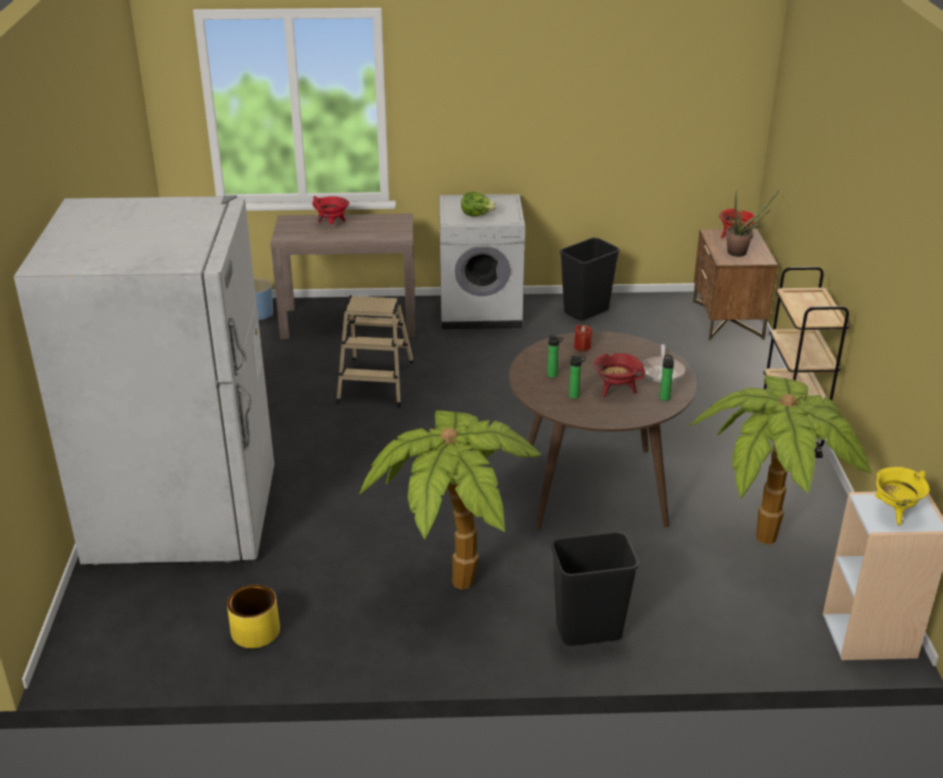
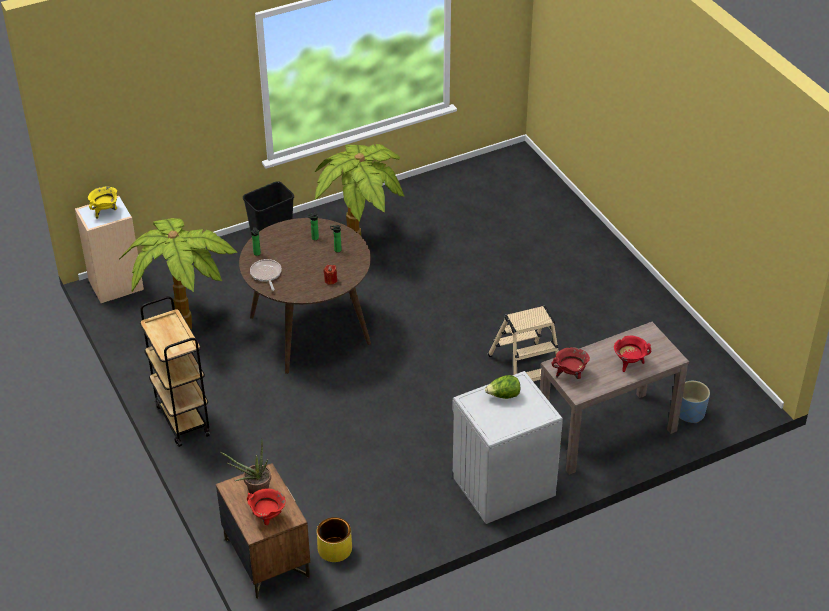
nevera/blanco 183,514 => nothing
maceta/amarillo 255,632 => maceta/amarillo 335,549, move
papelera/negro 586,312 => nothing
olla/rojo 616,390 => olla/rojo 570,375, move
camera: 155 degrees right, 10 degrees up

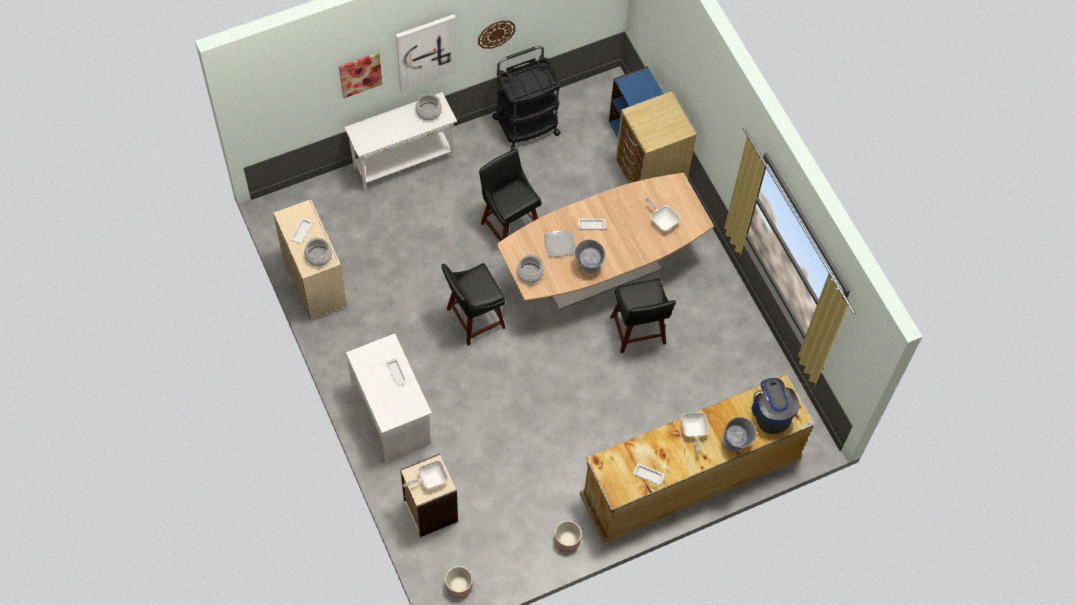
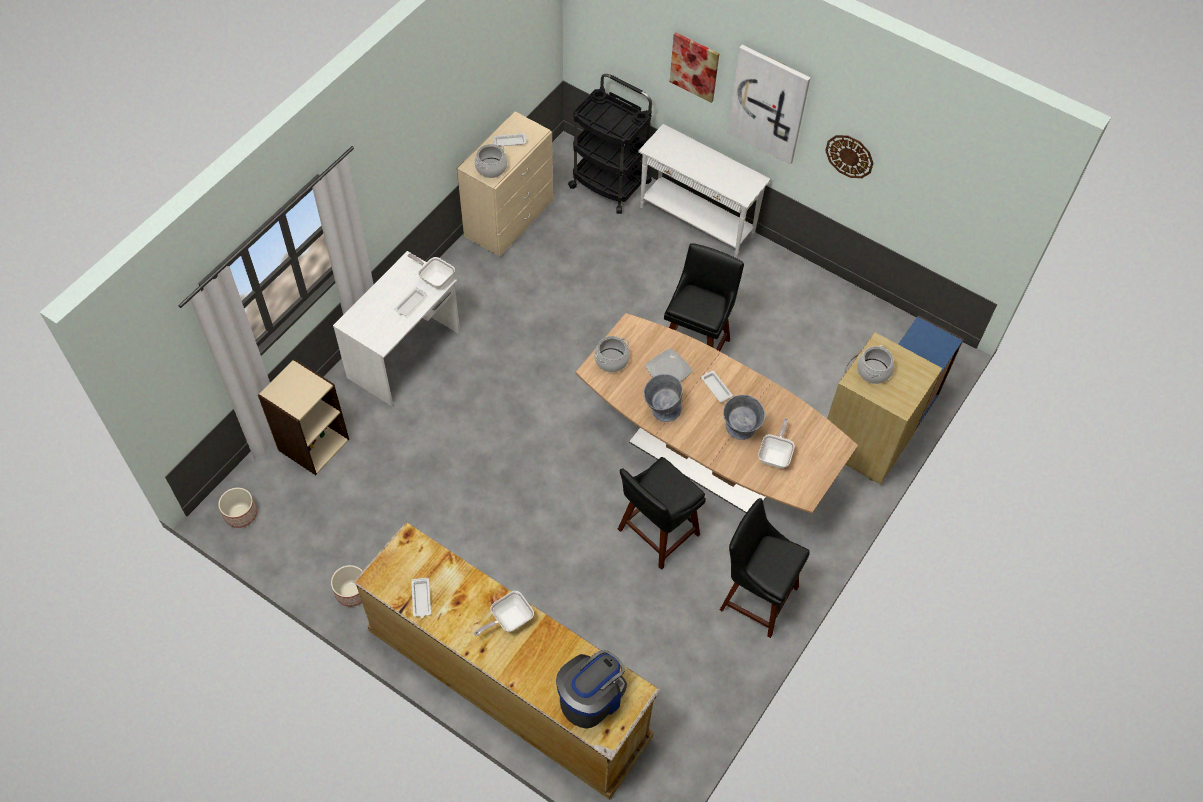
sartén 429,480 => sartén 434,278, move
olla 429,111 => olla 873,371, move
silla/negro 472,319 => silla/negro 755,596, move
carrito/negro 526,126 => carrito/negro 609,184, move
cuenco/gris 736,443 => cuenco/gris 739,432, move
camera: 60 degrees right, 5 degrees down

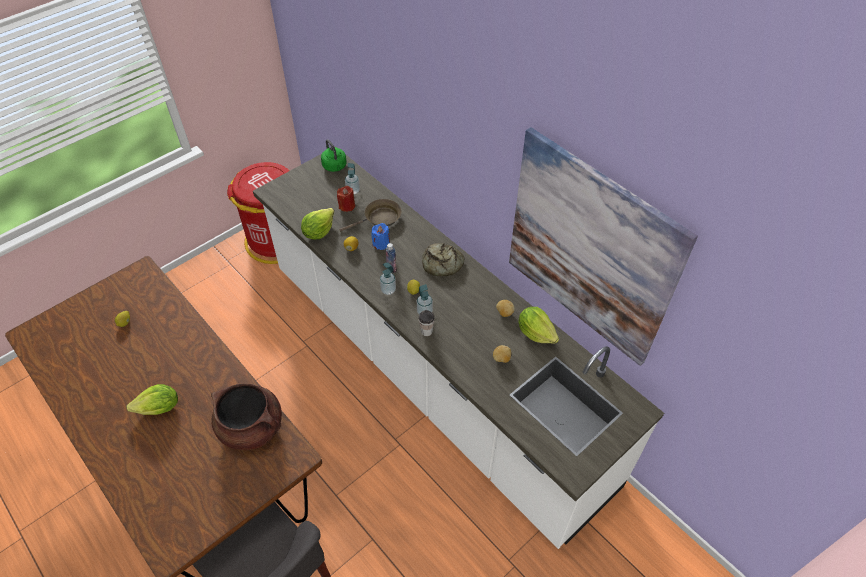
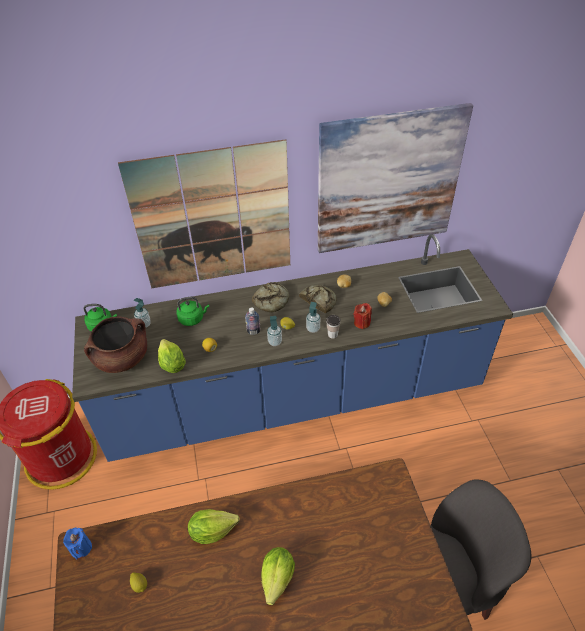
olla/marrón 252,428 => olla/marrón 122,358, move
mueble bajo de cocina/blanco 433,372 => mueble bajo de cocina/azul 294,398
vela/rojo 347,206 => vela/rojo 362,323, move
sartén/marrón 380,219 => hervidor/verde 192,319
vela/azul 381,243 => vela/azul 81,548, move
lechuga 536,333 => lechuga 212,531, move
nothing => cuadro 213,218
nothing => pan 318,300
camera: 60 degrees left, 5 degrees down

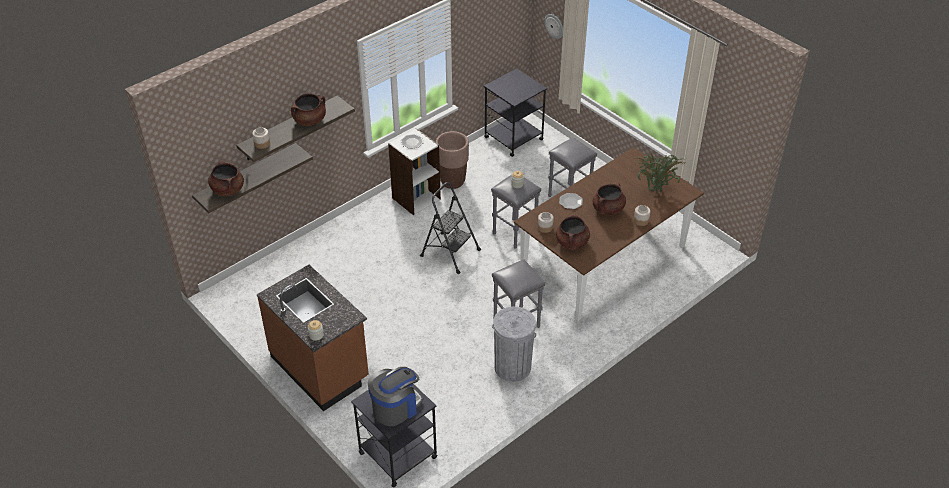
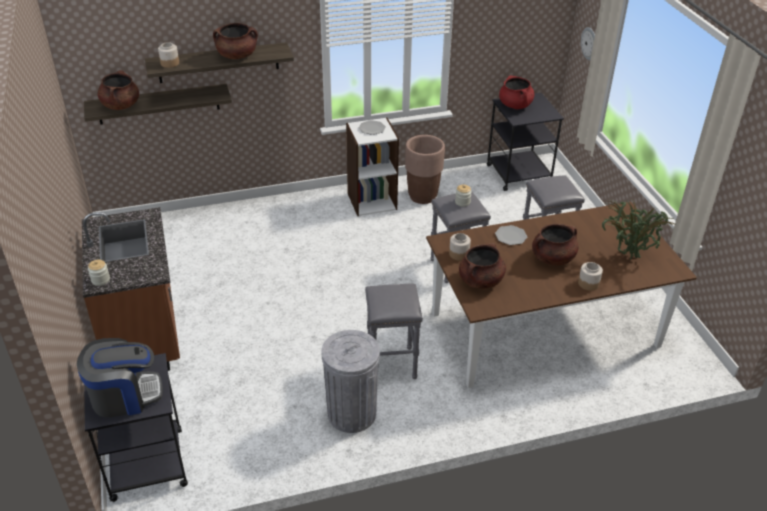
escalera de tijera/negro 449,251 => nothing
nothing => olla/rojo 515,105
camera: 25 degrees right, 5 degrees down

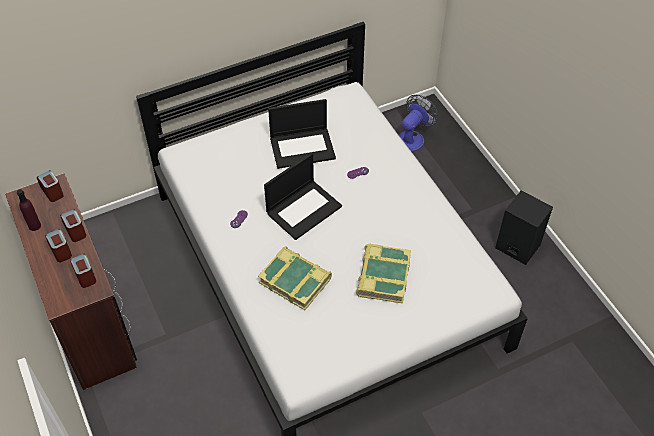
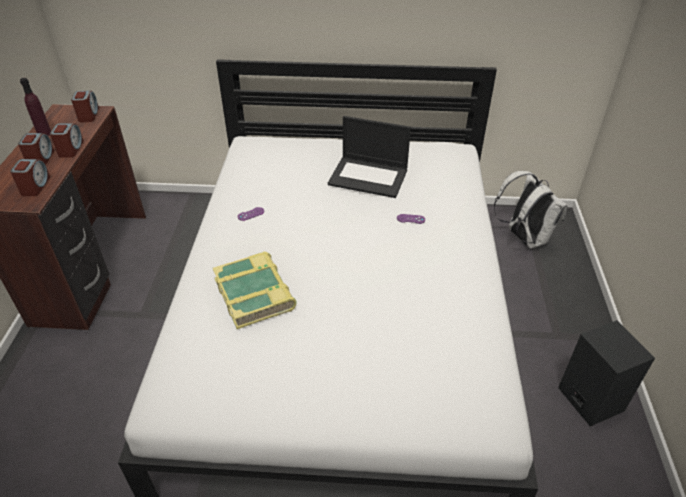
portátil 304,209 => nothing
libro 382,276 => nothing
ventilador 413,137 => mochila/blanco 523,238
camera: 30 degrees right, 10 degrees down

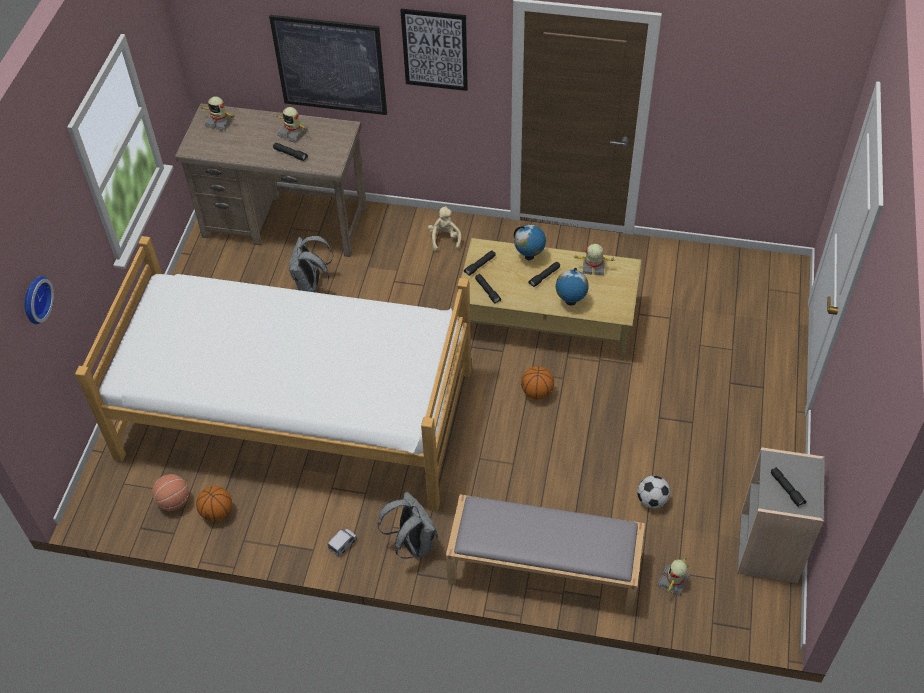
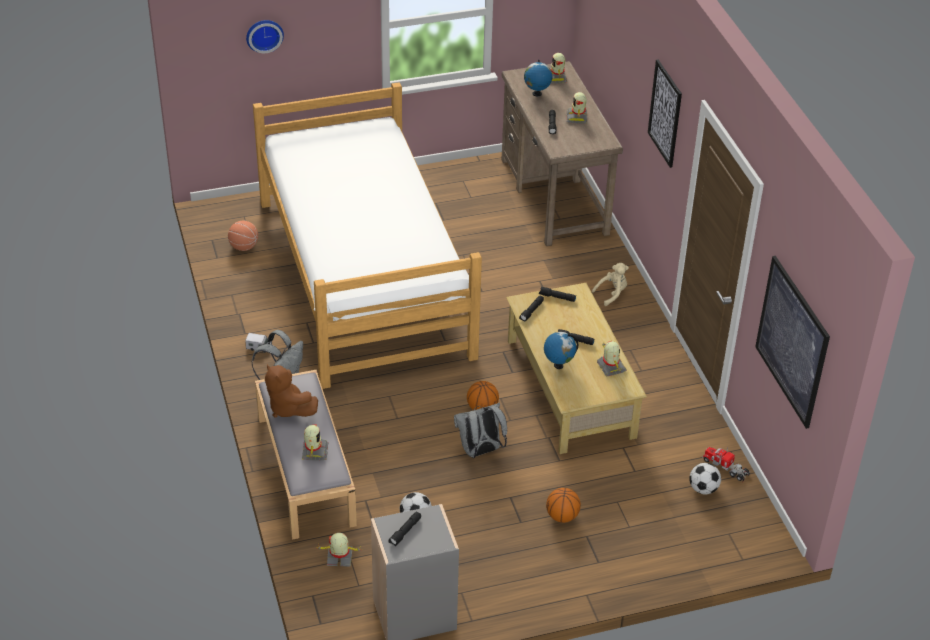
balón de baloncesto 217,512 => balón de baloncesto 562,516, move
cuadro 330,65 => cuadro 792,341, move
mochila/gris 311,284 => mochila/gris 480,451, move
globo terráqueo 529,256 => globo terráqueo 536,94, move
nothing => peluche/marrón 288,408
nothing => robot de juguete 314,451
nothing => balón de fútbol 703,489
nothing => camión de juguete 725,467
camera: 60 degrees right, 10 degrees down

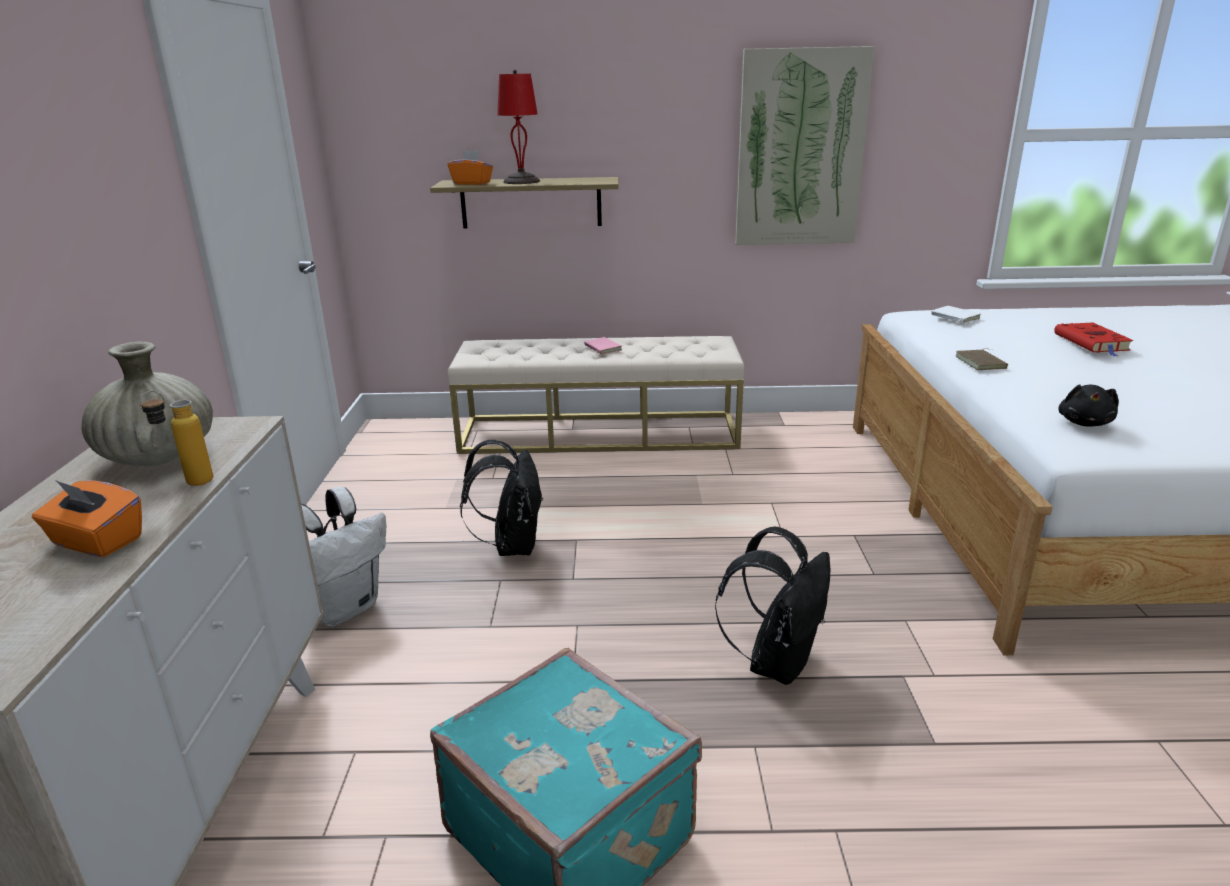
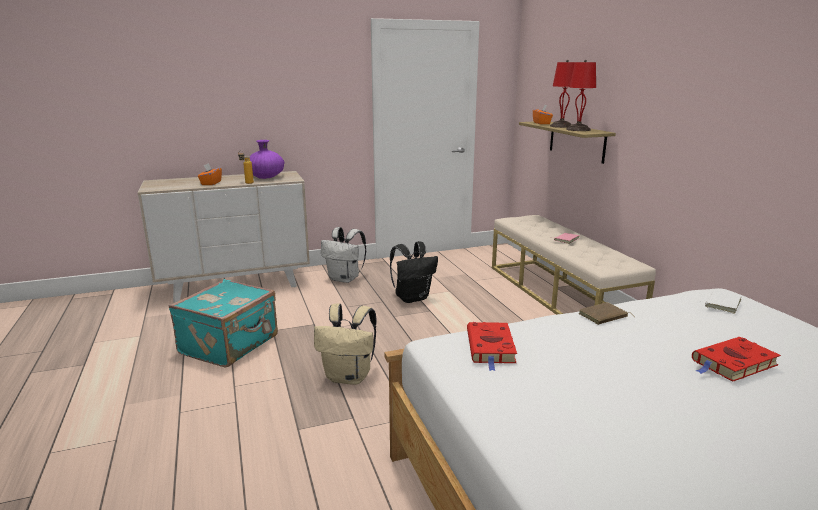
florero/beis 160,456 => florero/morado 266,177
mochila/negro 777,662 => mochila/beis 349,377
cuadro 800,149 => nothing
peluche/negro 1085,423 => libro/rojo 491,348
nothing => lámpara de mesa/rojo 577,129
camera: 70 degrees right, 5 degrees down

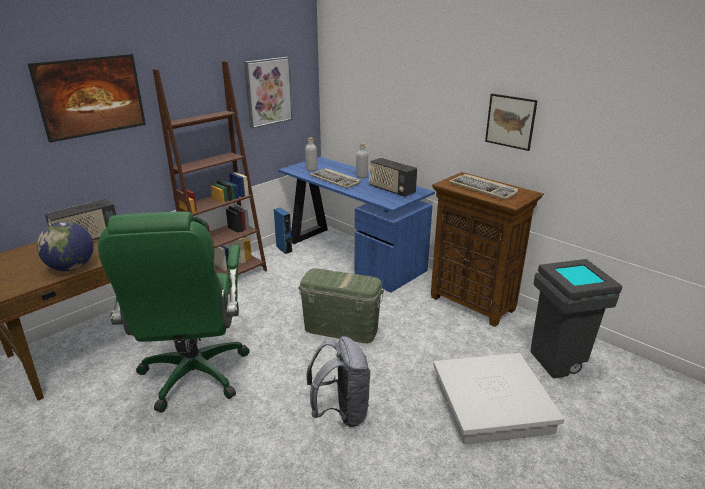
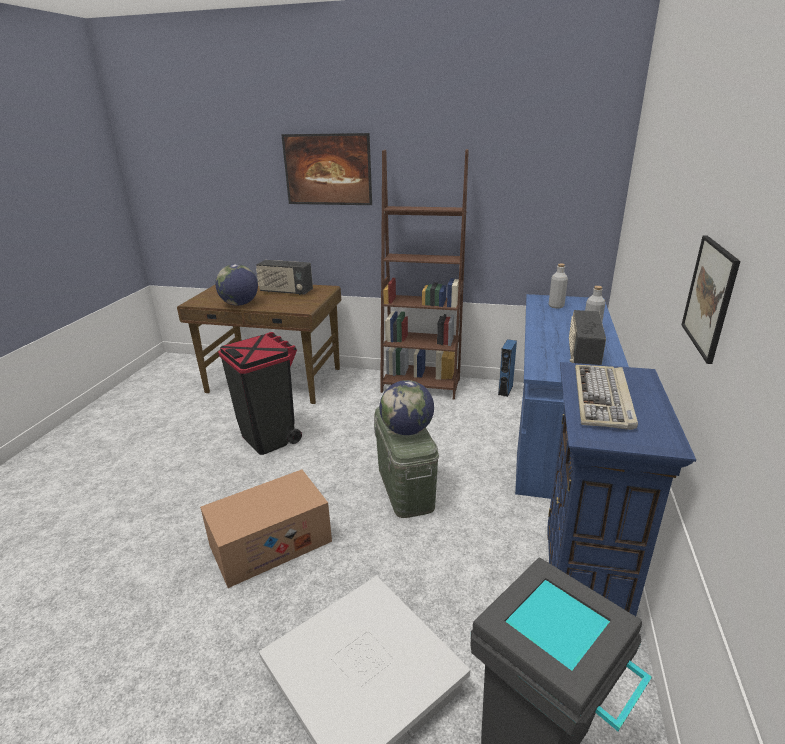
silla de oficina/verde 194,375 => papelera/negro 269,437
cuadro 268,92 => nothing
mochila/gris 341,412 => caja de cartón 270,543
teclado 335,180 => nothing
armario/marrón 473,303 => armario/azul 584,583
nothing => globo terráqueo 407,430
camera: 60 degrees right, 0 degrees up

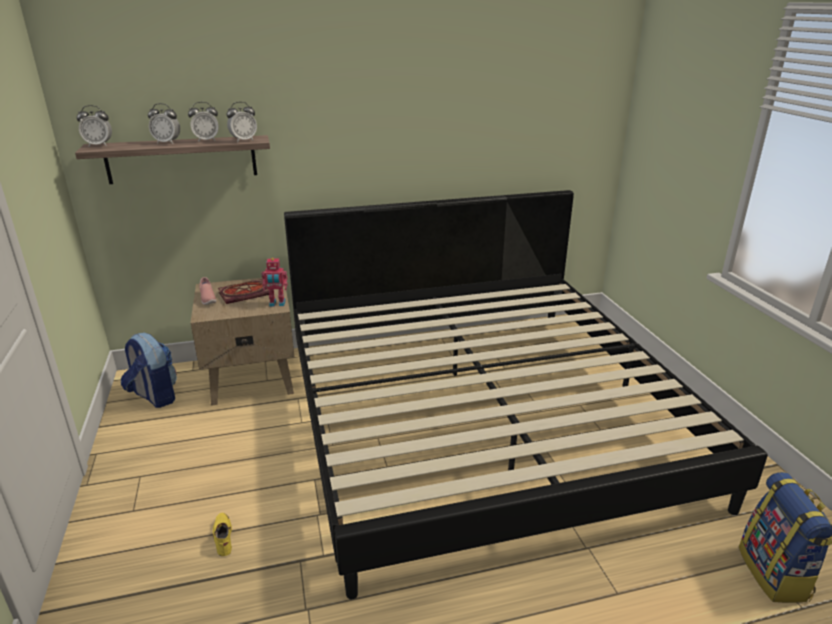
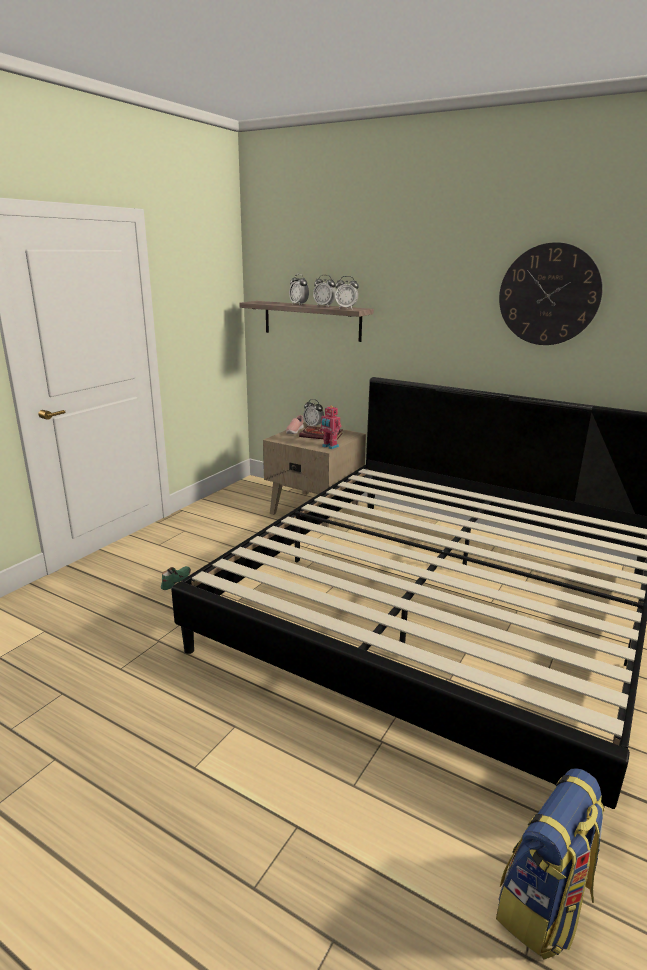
despertador 99,145 => despertador 313,426, move
mochila 154,396 => nothing
zapato/amarillo 223,537 => zapato/verde 175,581
nothing => reloj de pared 549,295
camera: 45 degrees right, 5 degrees down

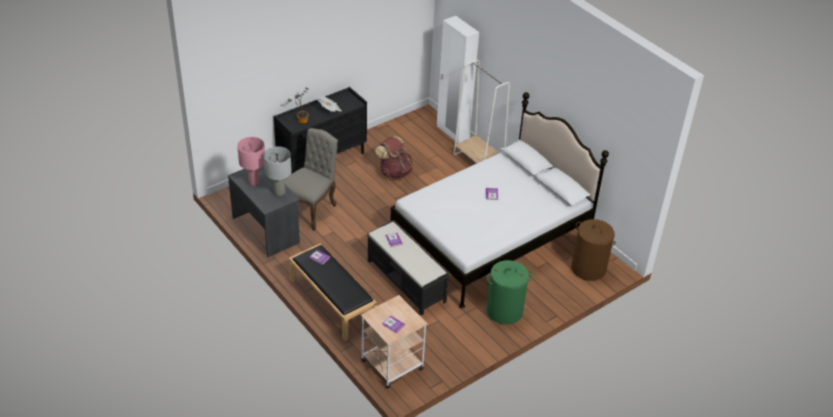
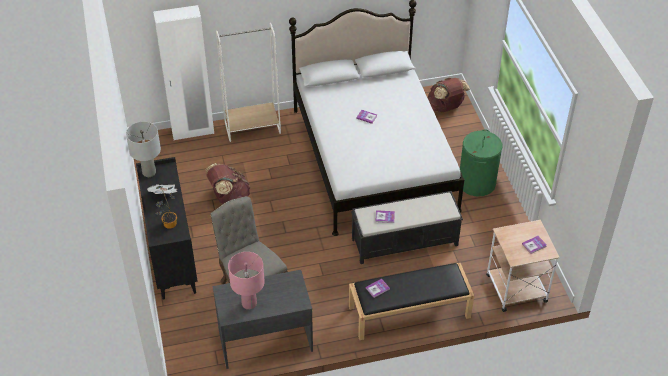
lámpara de mesa/gris 279,192 => lámpara de mesa/gris 149,172, move
cesto de la ropa/marrón 588,269 => mochila/marrón 445,108
camera: 65 degrees left, 5 degrees up

